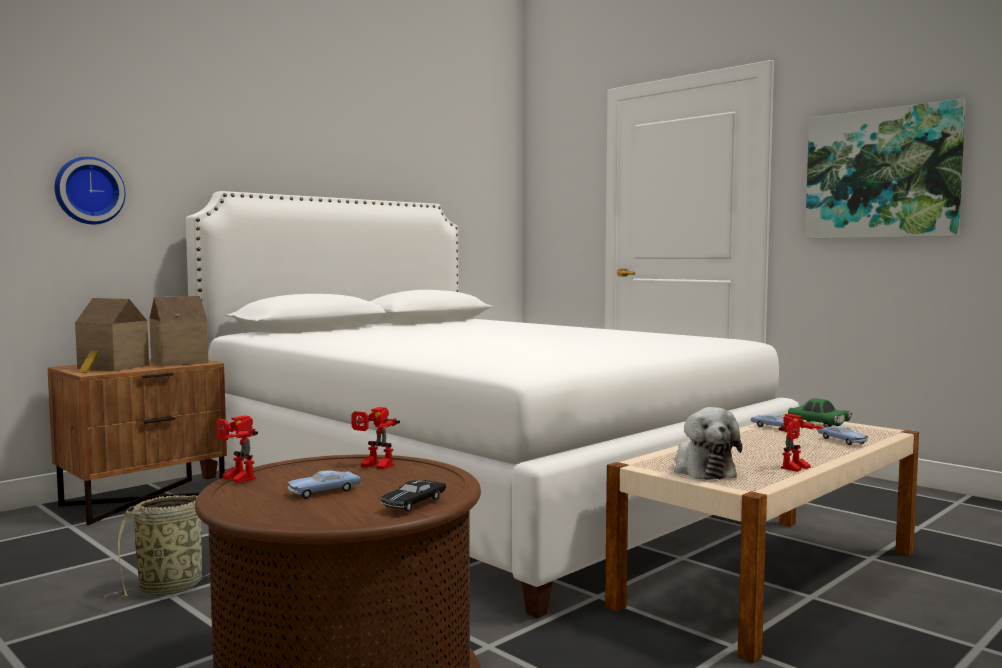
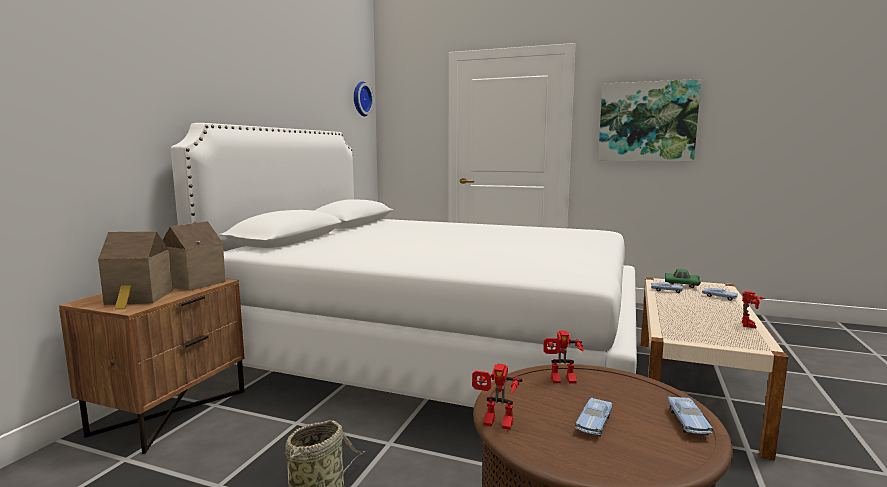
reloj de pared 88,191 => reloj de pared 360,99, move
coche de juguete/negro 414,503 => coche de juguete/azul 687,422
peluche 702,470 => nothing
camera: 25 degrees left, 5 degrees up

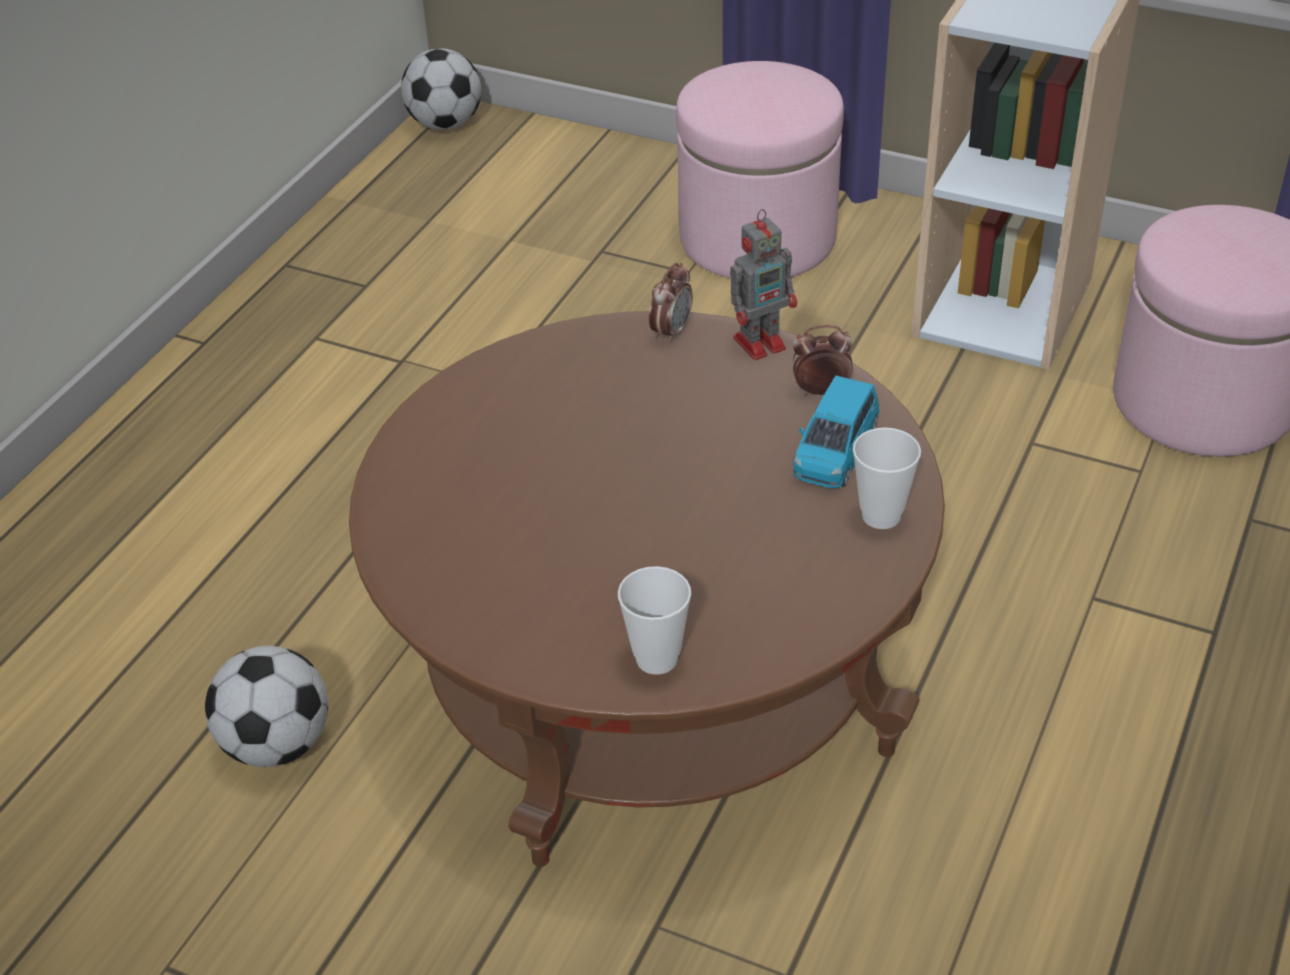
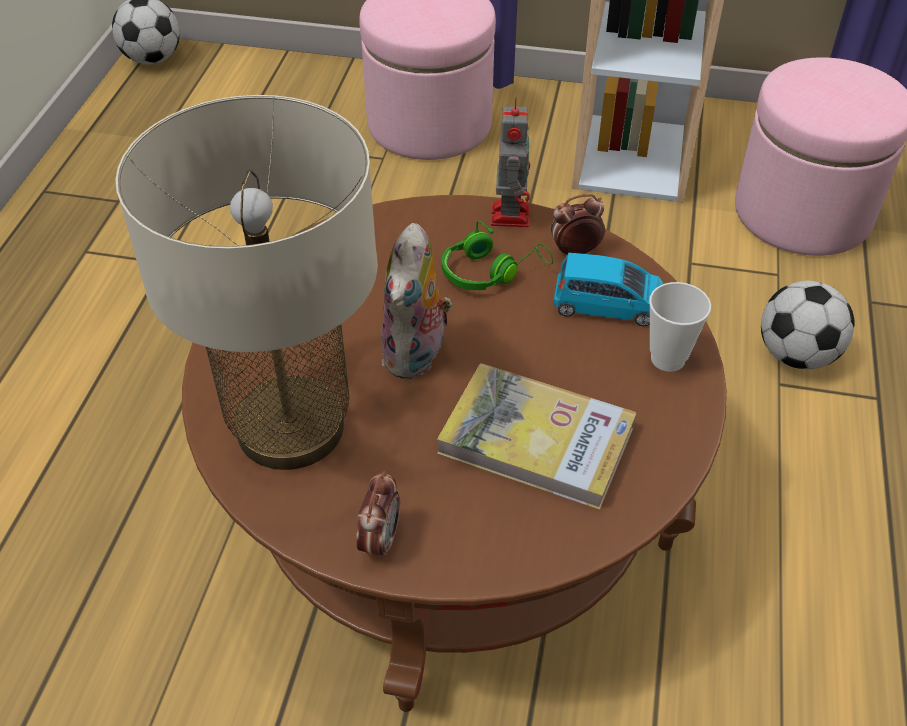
balón de fútbol 277,745 => balón de fútbol 796,355, move
taza 656,659 => nothing
despertador 671,332 => despertador 380,540, move
robot de juguete 761,342 => robot de juguete 510,214, 45 degrees counterclockwise
coche de juguete/azul 835,452 => coche de juguete/azul 607,305, 90 degrees counterclockwise
nothing => lámpara de mesa 290,427
nothing => peluche 417,355
nothing => libro 536,440
nothing => auriculares/verde 490,271
camera: 15 degrees left, 5 degrees up

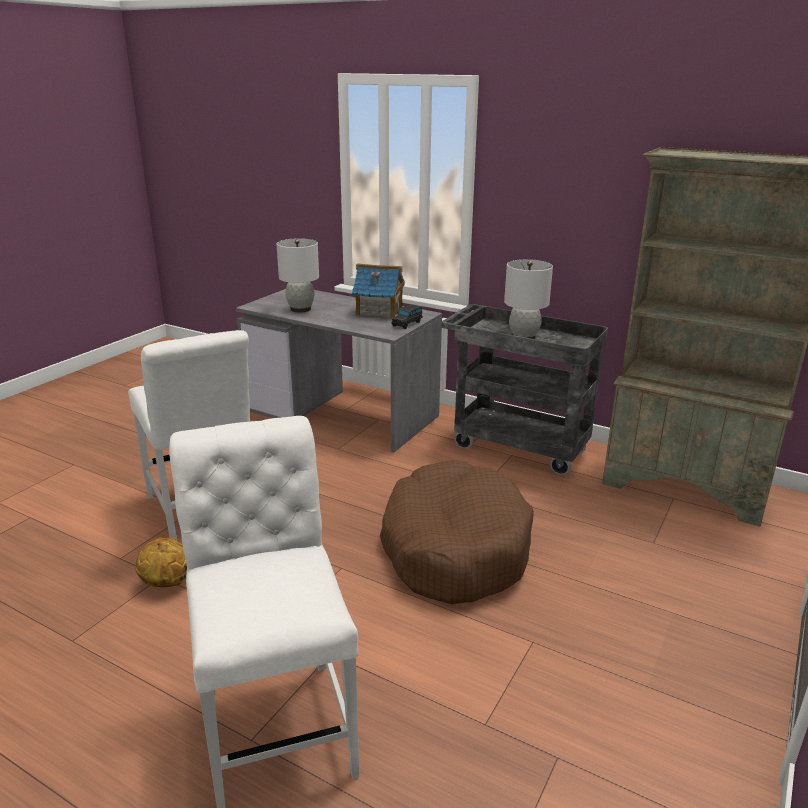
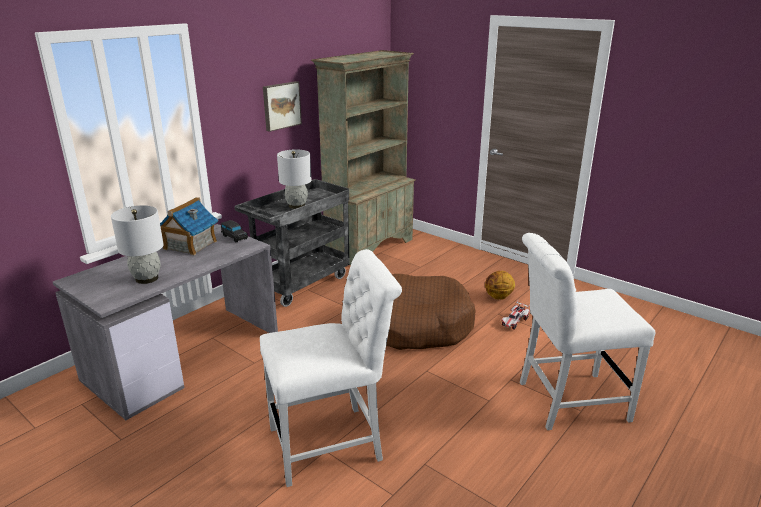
balón de baloncesto 166,583 => balón de baloncesto 498,297, move
nothing => cuadro 281,105
nothing => coche de juguete 514,322
camera: 80 degrees left, 0 degrees up

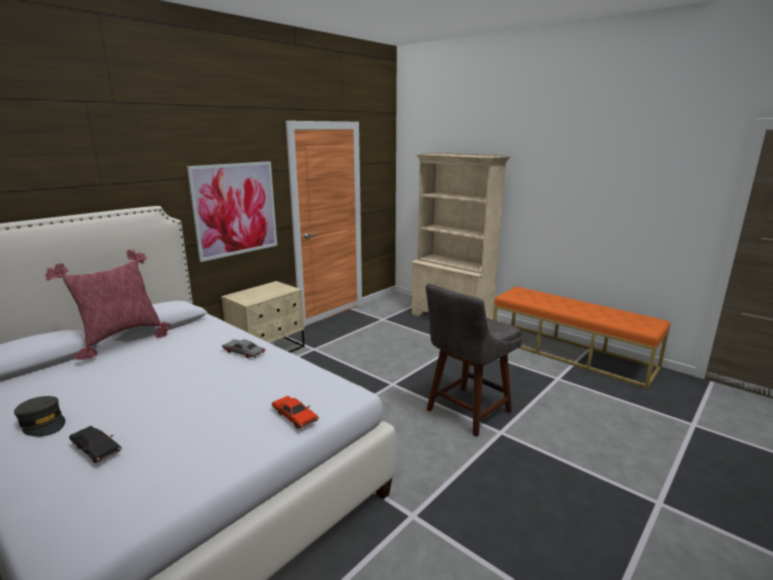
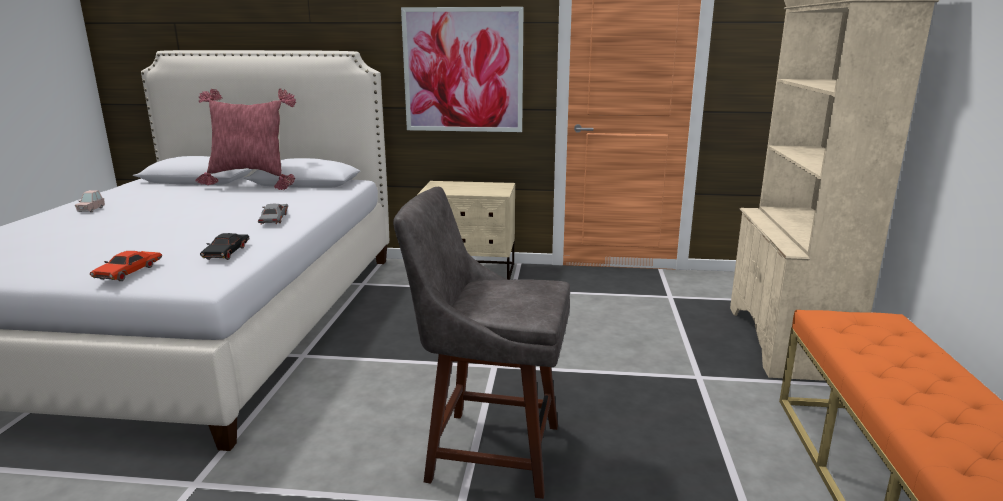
gorra/gris 43,423 => coche de juguete/rosa 91,210
coche de juguete/negro 96,449 => coche de juguete/negro 227,252, move
camera: 55 degrees right, 0 degrees up

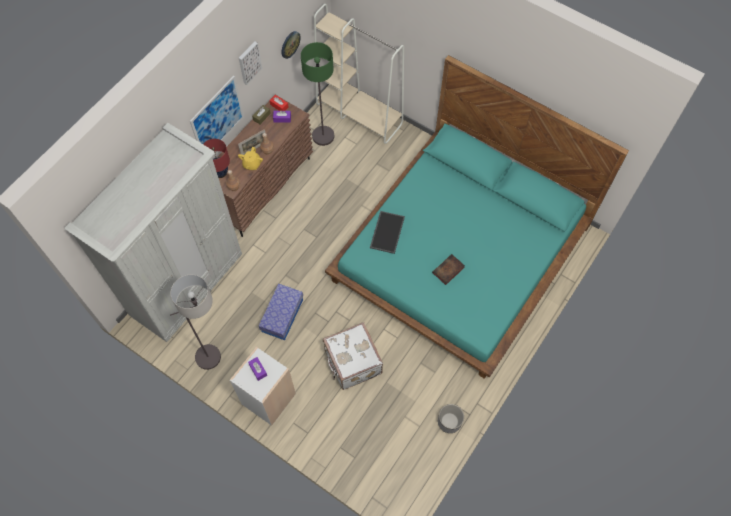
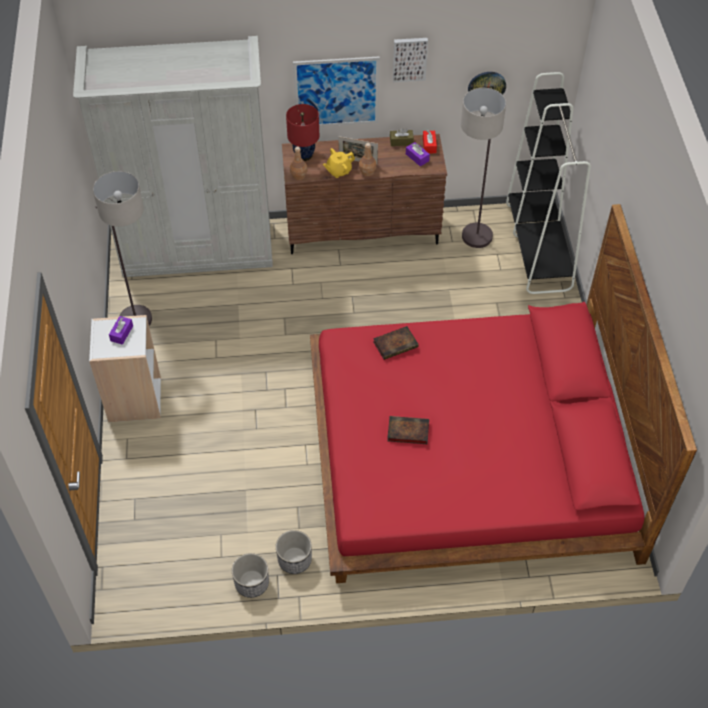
caja de almacenaje 282,315 => nothing
lámpara de pie/verde 323,142 => lámpara de pie/gris 471,241
perchero/beis 359,115 => perchero/negro 538,248
maleta/blanco 352,363 => nothing
cama/turquesa 459,253 => cama/rojo 468,453
bandeja 386,231 => libro 396,344
nothing => maceta 295,560
camera: 50 degrees right, 10 degrees down

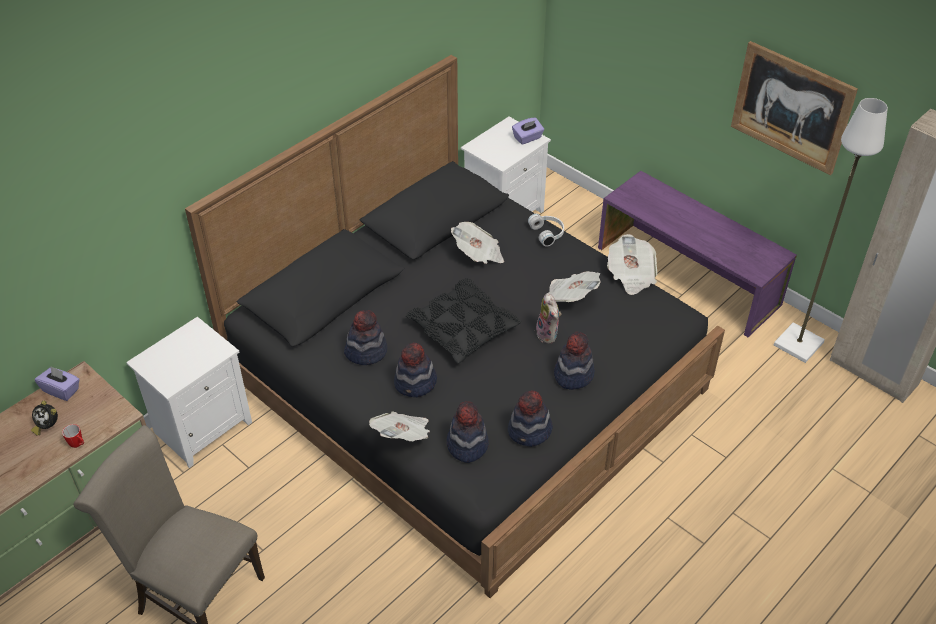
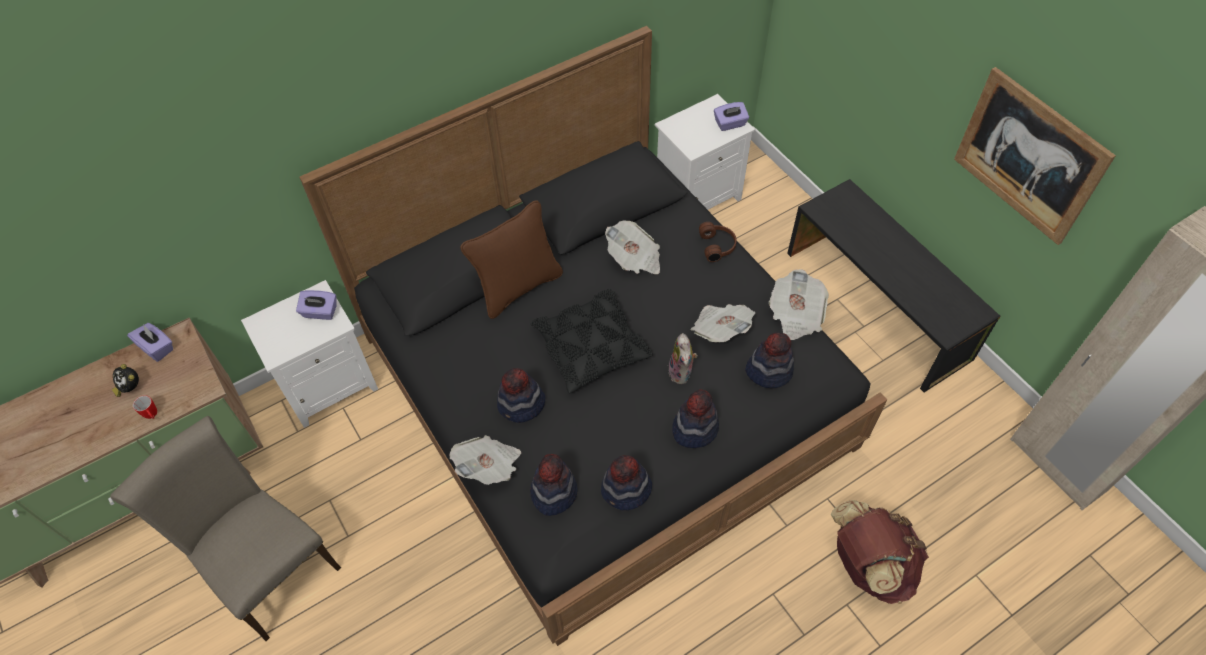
sombrero 366,351 => sombrero 769,370, move
auriculares/blanco 548,233 => auriculares/marrón 718,246
banco/morado 689,275 => banco/negro 879,304
lámpara de pie/blanco 799,344 => nothing
nothing => caja de pañuelos/morado 320,312
nothing => cojín/marrón 518,287
nothing => mochila/marrón 868,565
camera: 15 degrees right, 10 degrees up

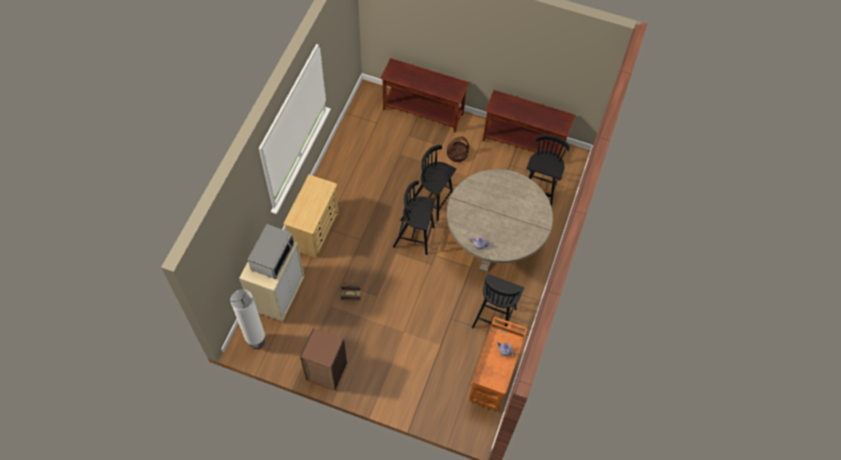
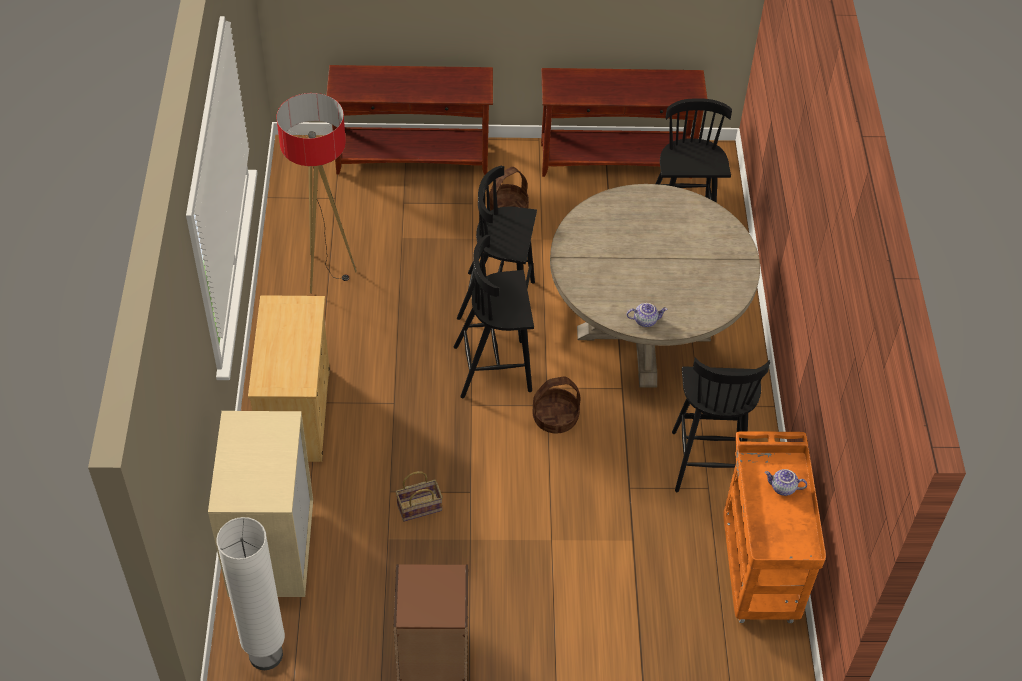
microondas 272,257 => nothing
nothing => lámpara de pie 326,273
nothing => cesta 555,418
camera: 20 degrees left, 10 degrees down

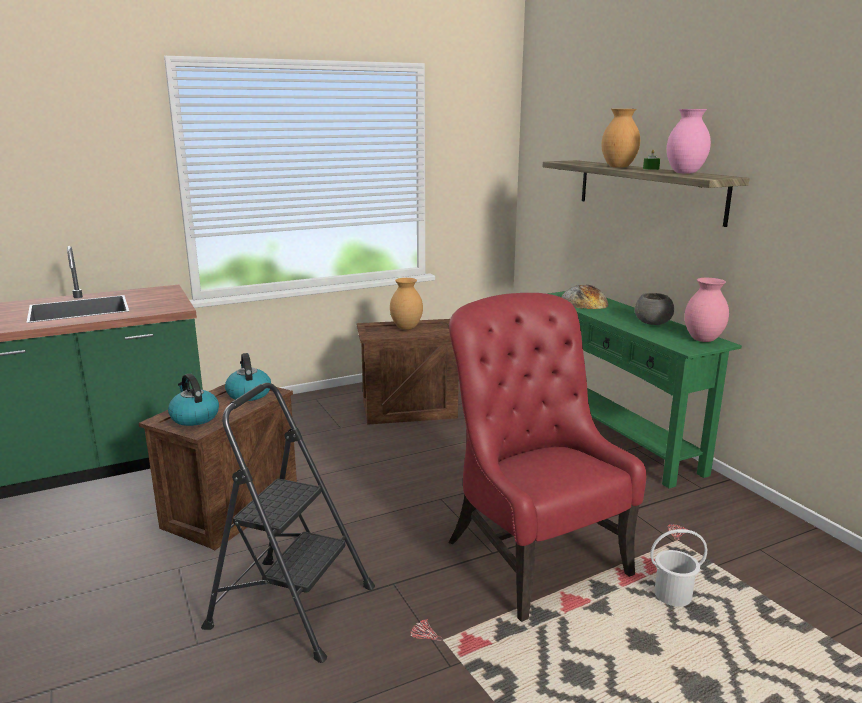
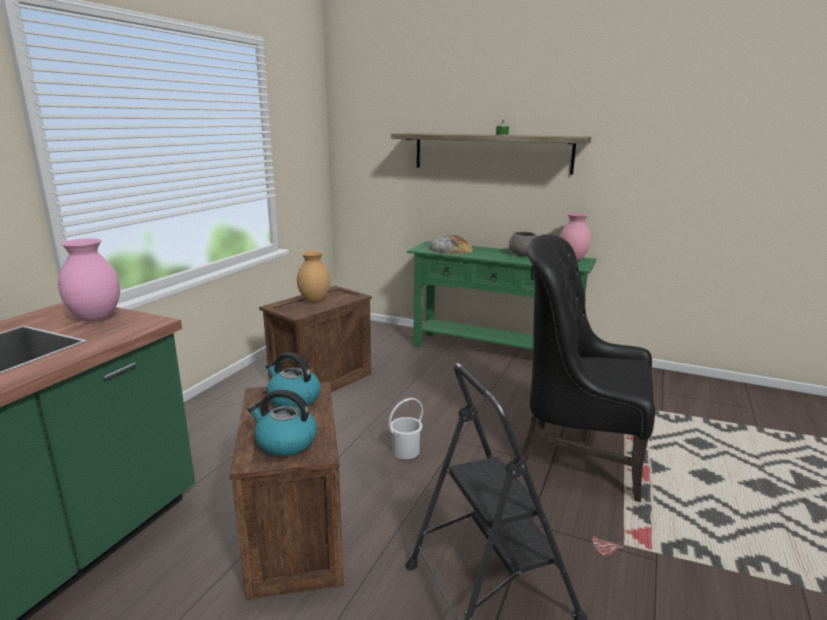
silla/rojo 533,556 => silla/negro 576,453
florero/marrón 618,167 => nothing
cubo/blanco 672,594 => cubo/blanco 405,451, move
florero/rosa 685,173 => florero/rosa 96,318, move
camera: 40 degrees left, 0 degrees up

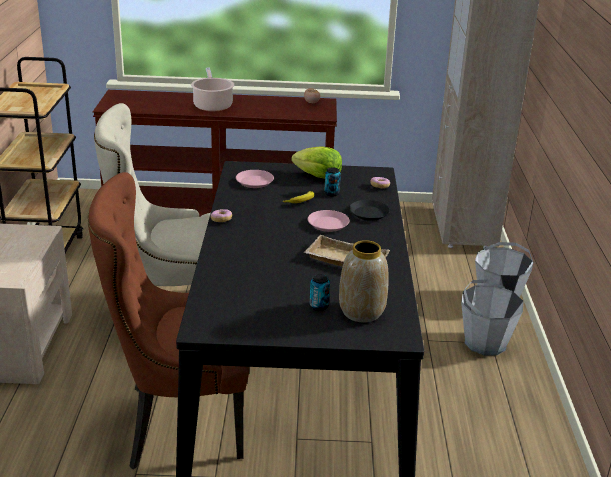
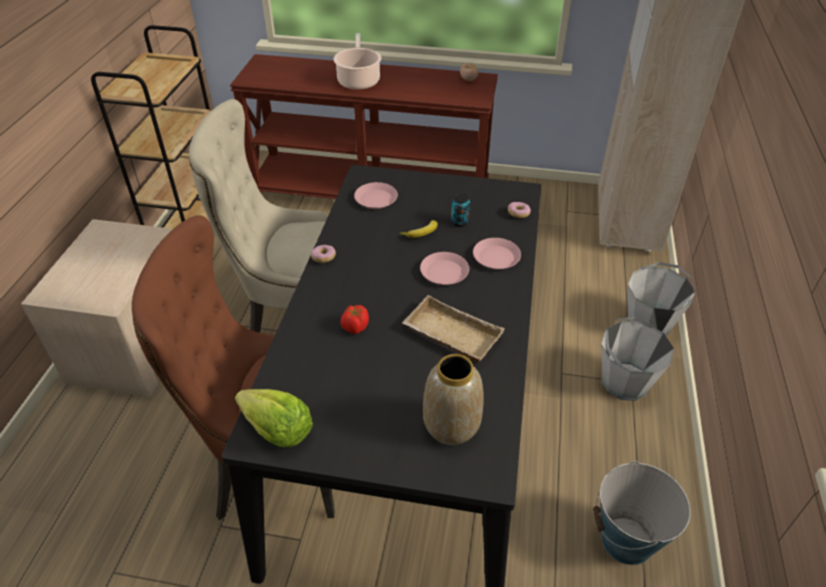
lechuga 318,176 => lechuga 277,430, move
lata 319,306 => nothing
plato/negro 369,213 => plato/rosa 496,257
nothing => tomate 355,327
nothing => cubo 627,540
camera: 10 degrees right, 15 degrees up

